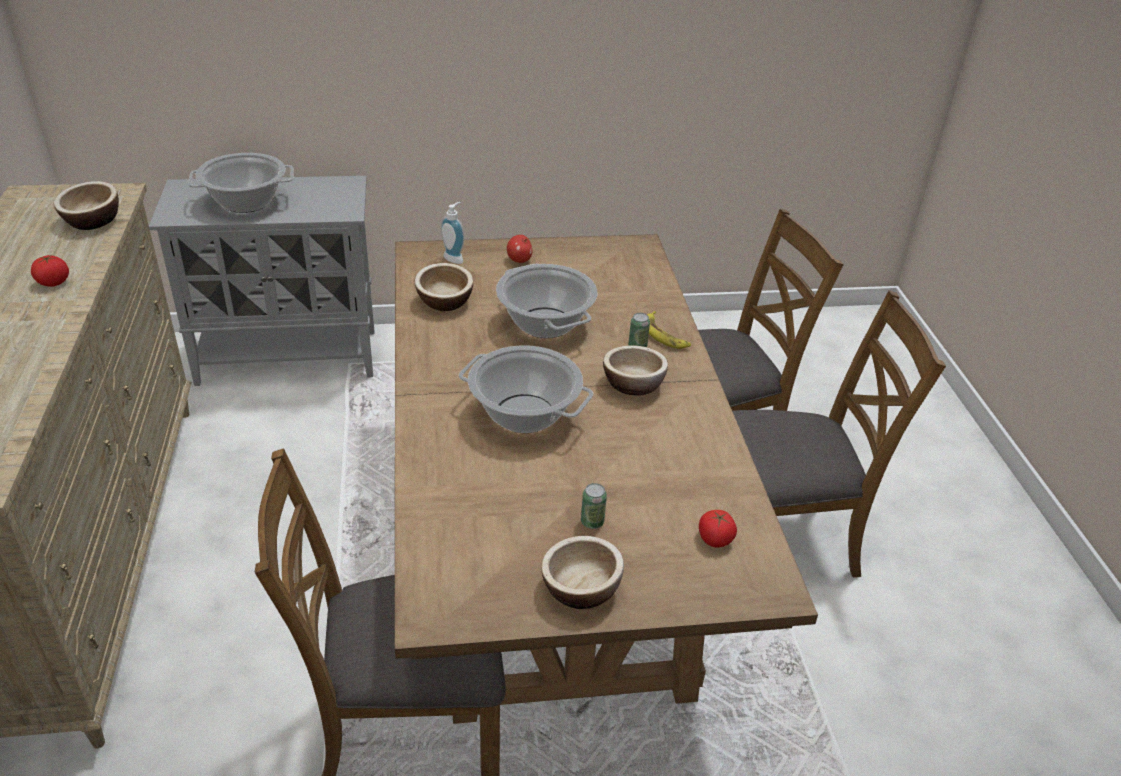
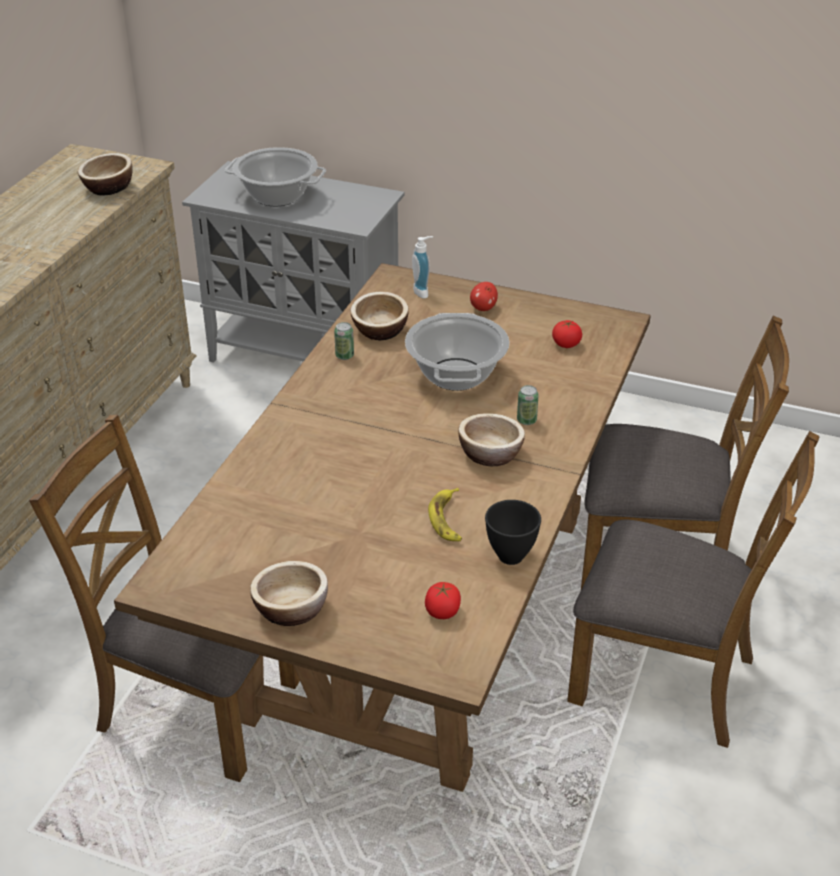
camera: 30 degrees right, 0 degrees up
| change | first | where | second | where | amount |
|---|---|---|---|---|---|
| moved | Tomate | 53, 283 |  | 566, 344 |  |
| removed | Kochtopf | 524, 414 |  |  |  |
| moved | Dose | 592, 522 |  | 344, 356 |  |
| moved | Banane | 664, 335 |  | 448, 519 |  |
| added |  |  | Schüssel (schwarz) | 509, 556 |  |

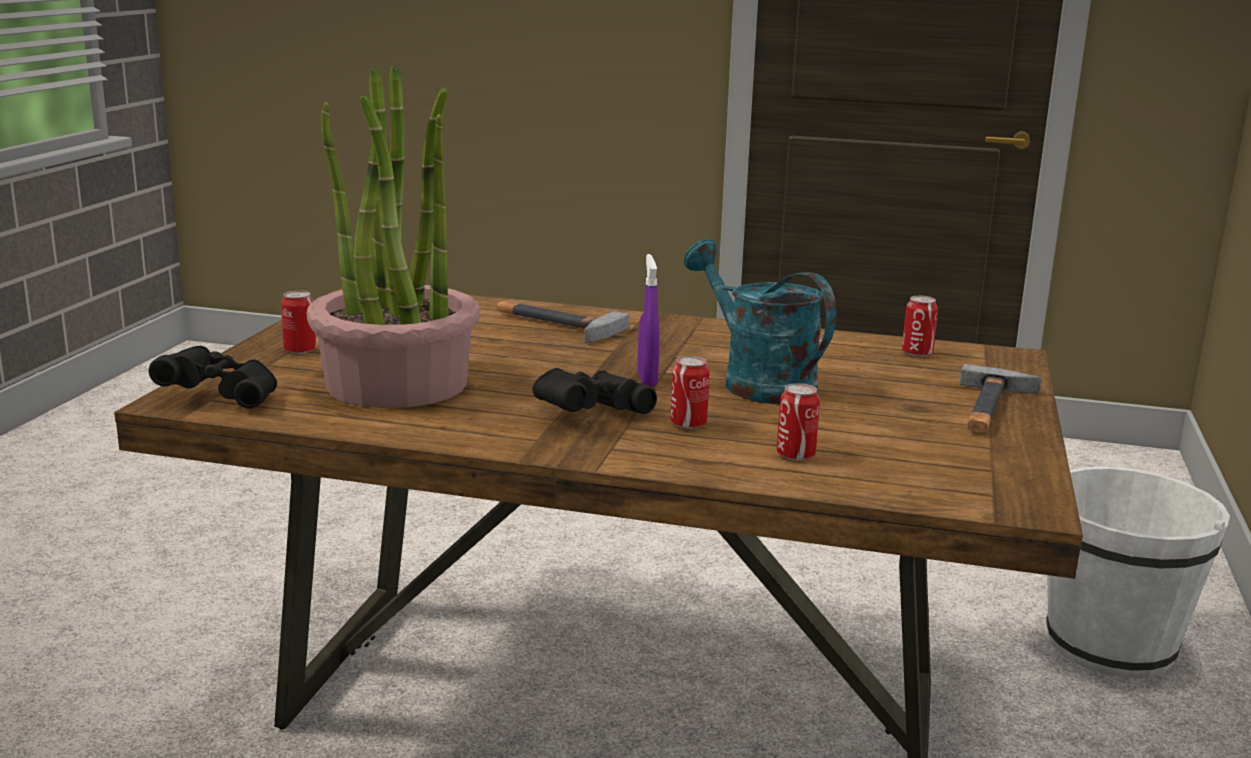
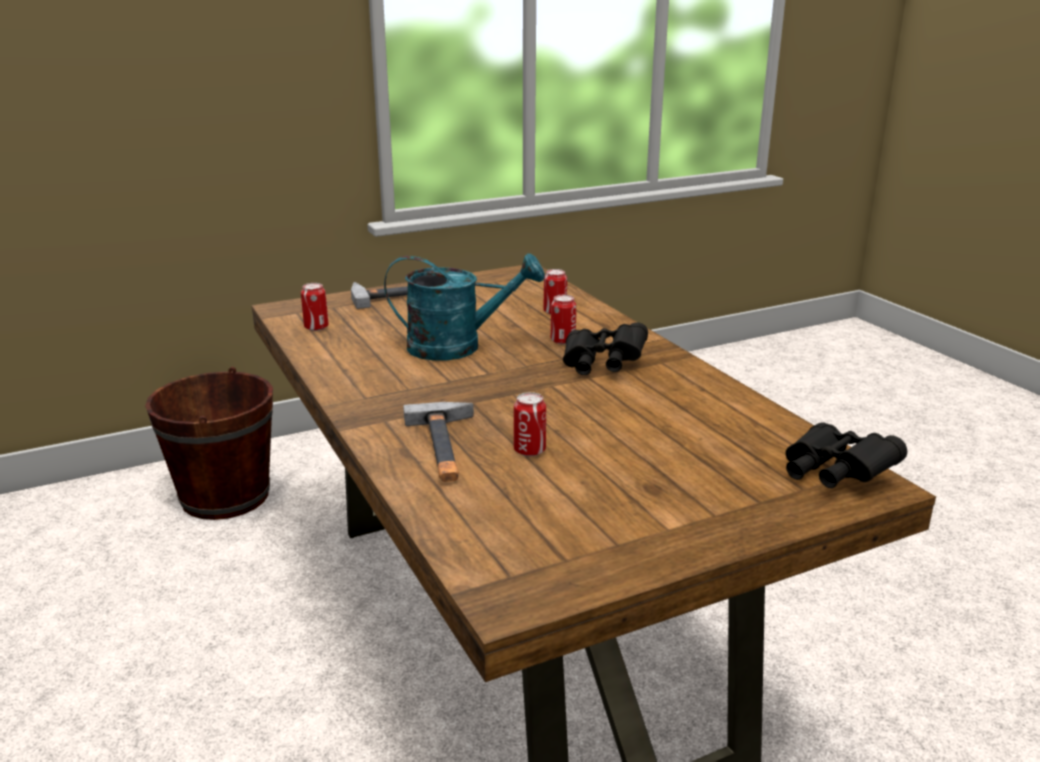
camera: 130 degrees left, 5 degrees up
| change | first | where | second | where | amount |
|---|---|---|---|---|---|
| moved | Dose | 300, 350 |  | 529, 450 |  |
| removed | Topfpflanze | 396, 384 |  |  |  |
| removed | Sprühflasche (lila) | 647, 380 |  |  |  |
| turned | Gießkanne (türkis) | 757, 382 |  | 458, 347 | 105 degrees counterclockwise |
| recoloured | Eimer (weiß) | 1110, 644 | Eimer (braun) | 225, 496 |  |

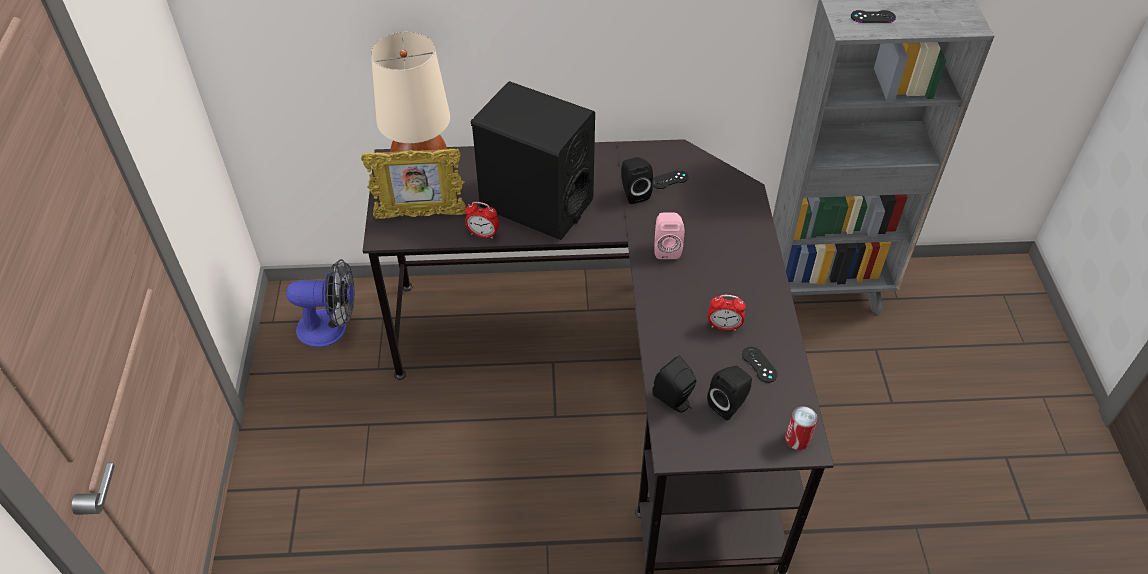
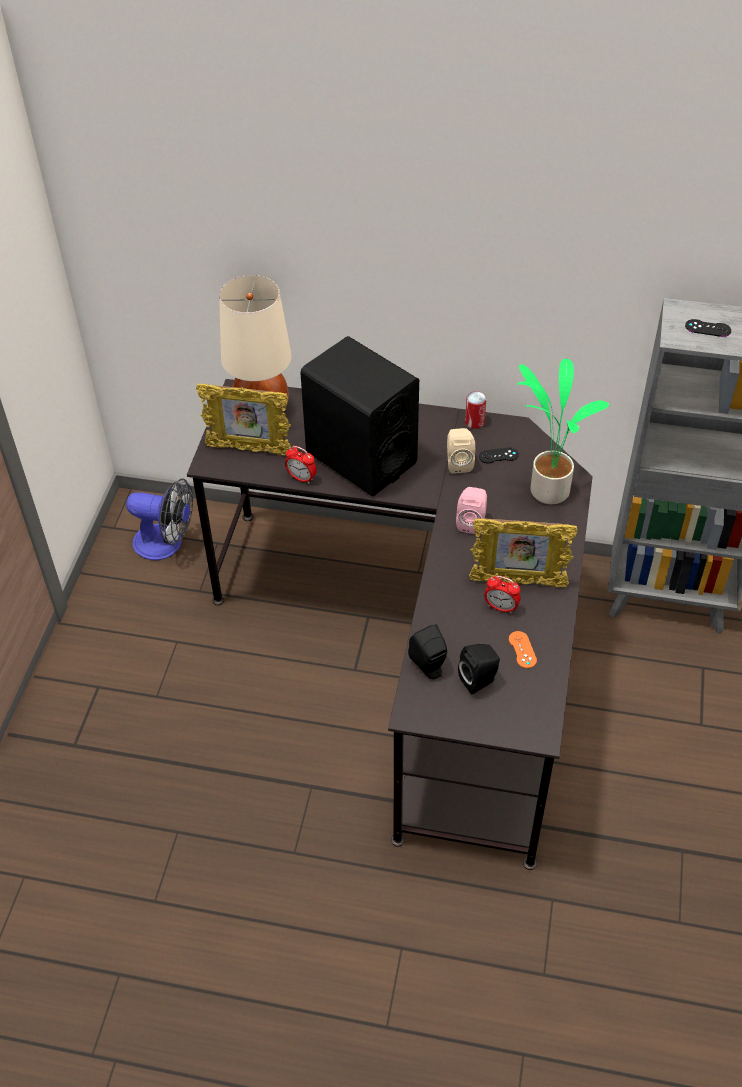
camera: 15 degrees right, 0 degrees up
| change | first | where | second | where | amount |
|---|---|---|---|---|---|
| recoloured | Lautsprecher (schwarz) | 633, 193 | Lautsprecher (beige) | 458, 463 |  |
| recoloured | Gamepad (schwarz) | 759, 364 | Gamepad (orange) | 522, 650 |  |
| moved | Dose | 797, 439 |  | 474, 422 |  |
| added |  |  | Bilderrahmen | 518, 582 |  |
| added |  |  | Topfpflanze | 547, 489 |  |

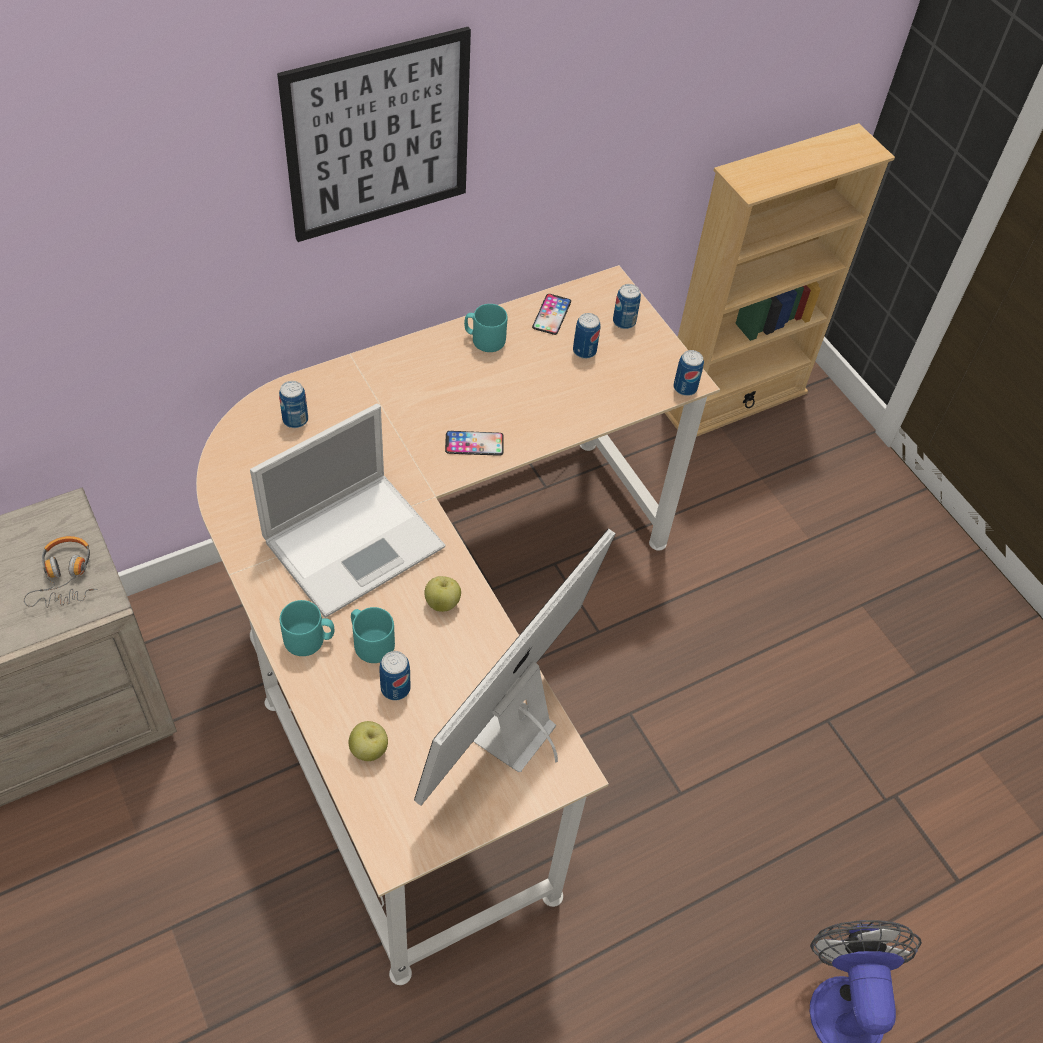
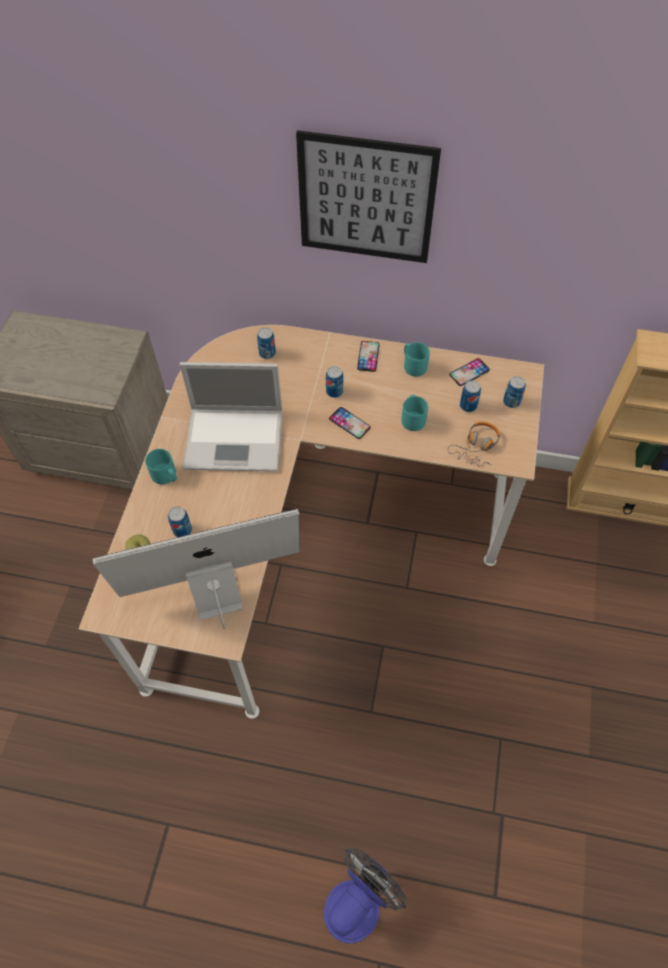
camera: 45 degrees right, 5 degrees up
| change | first | where | second | where | amount |
|---|---|---|---|---|---|
| moved | Kopfhörer | 65, 577 |  | 476, 447 |  |
| moved | Henkelbecher (türkis) | 371, 643 |  | 413, 419 |  |
| removed | Apfel | 442, 603 |  |  |  |
| moved | Dose | 685, 388 |  | 334, 391 |  |
| added |  |  | Handy | 368, 356 |  |

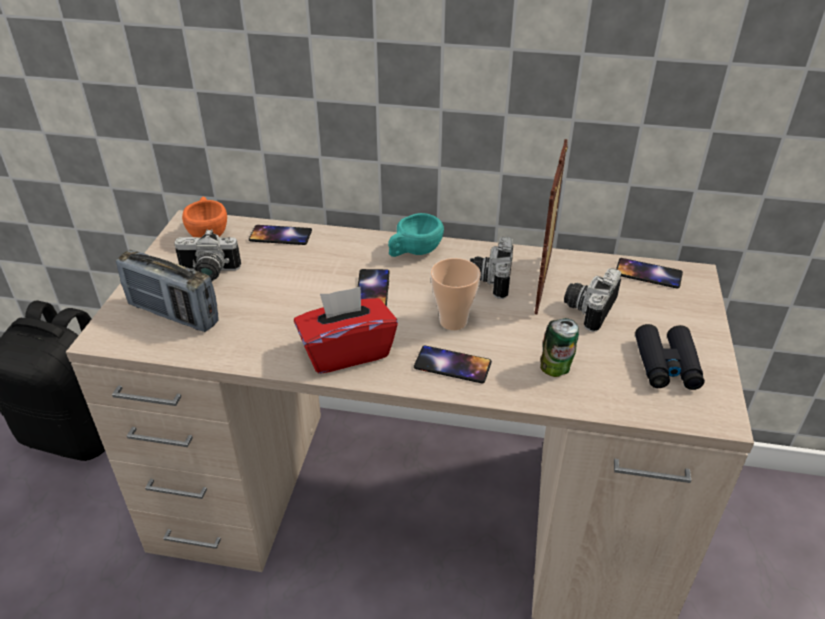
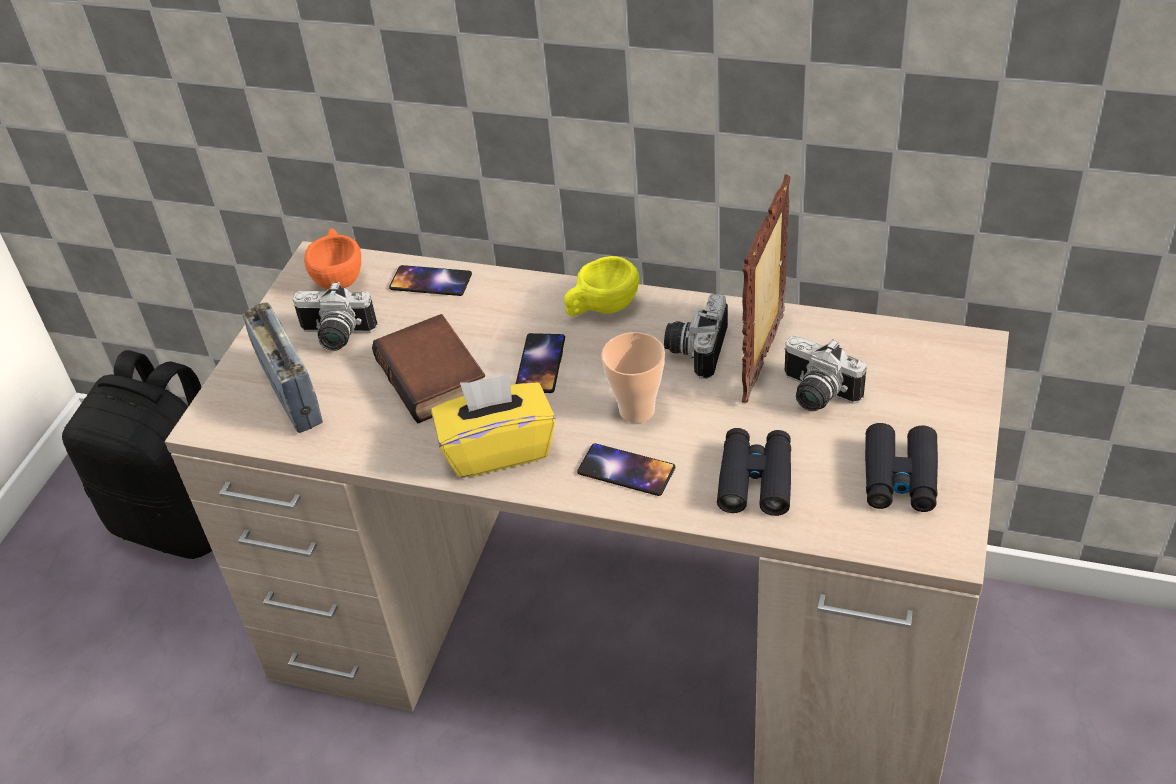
camera: 10 degrees right, 5 degrees up
| change | first | where | second | where | amount |
|---|---|---|---|---|---|
| turned | Radio | 173, 314 |  | 291, 393 | 150 degrees counterclockwise |
| recoloured | Taschentuchbox (rot) | 346, 351 | Taschentuchbox (gelb) | 497, 449 |  |
| recoloured | Tasse (türkis) | 414, 252 | Tasse (gelb) | 601, 308 |  |
| replaced | Dose | 556, 369 | Fernglas (schwarz) | 755, 479 |  |
| turned | Kamera | 587, 308 |  | 815, 395 | 90 degrees counterclockwise |
| removed | Handy | 648, 274 |  |  |  |
| added |  |  | Buch | 435, 377 |  |

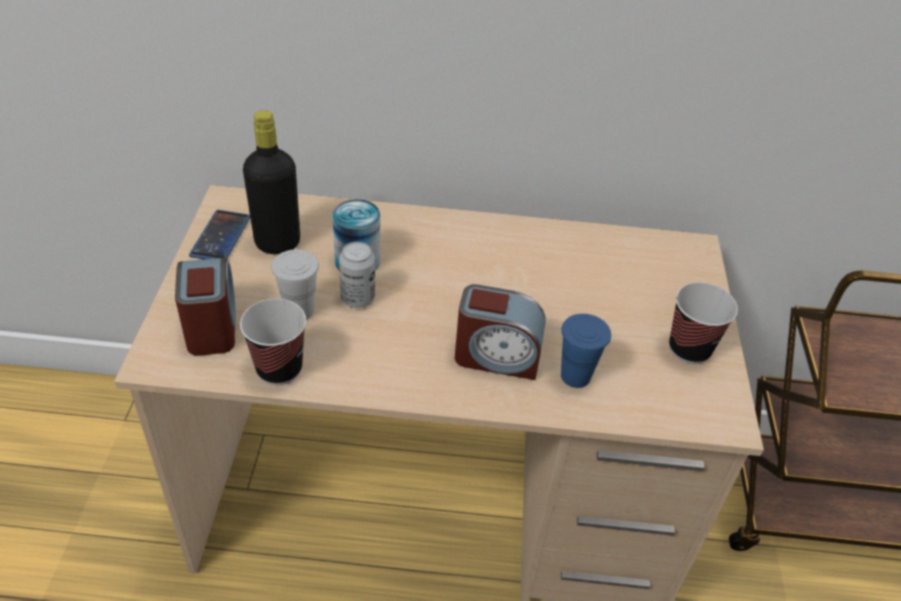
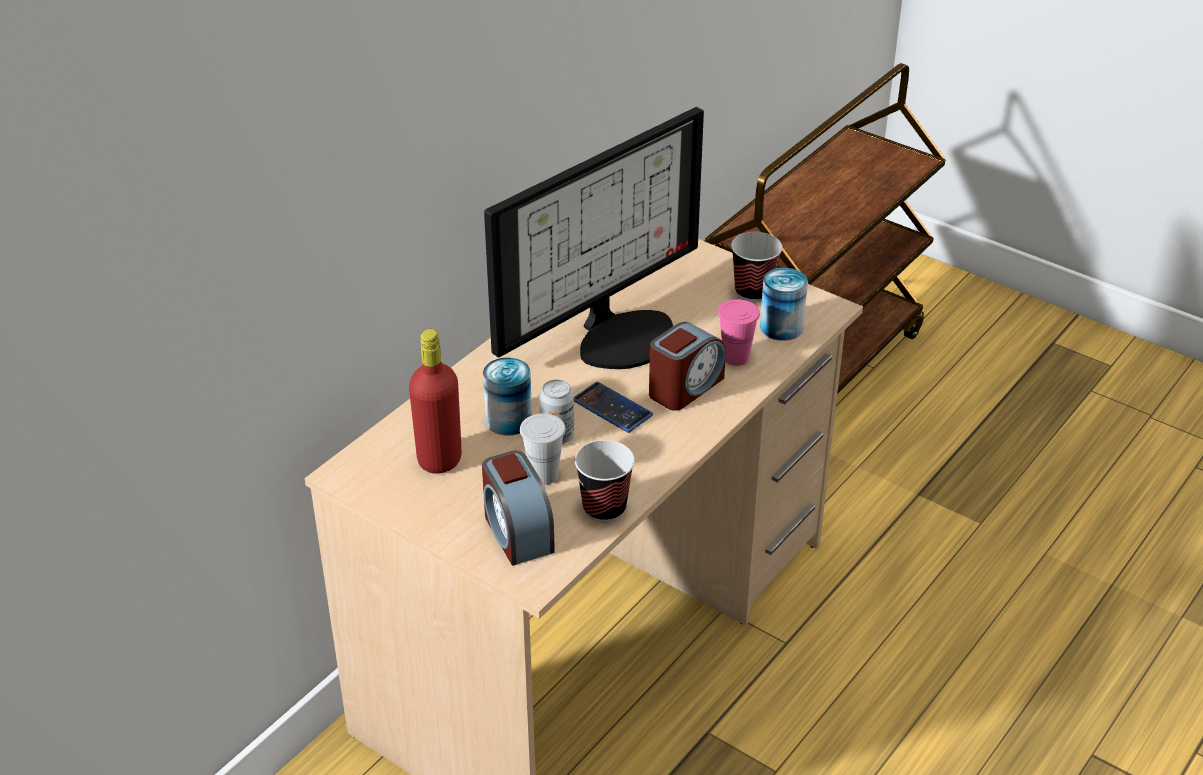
camera: 55 degrees left, 5 degrees down
| change | first | where | second | where | amount |
|---|---|---|---|---|---|
| turned | Wecker | 212, 324 |  | 517, 532 | 135 degrees counterclockwise |
| moved | Handy | 220, 236 |  | 612, 408 |  |
| recoloured | Flasche (schwarz) | 277, 243 | Flasche (rot) | 439, 460 |  |
| recoloured | Tasse (blau) | 575, 376 | Tasse (rosa) | 735, 357 |  |
| added |  |  | Monitor | 620, 334 |  |
| added |  |  | Dose | 781, 327 |  |

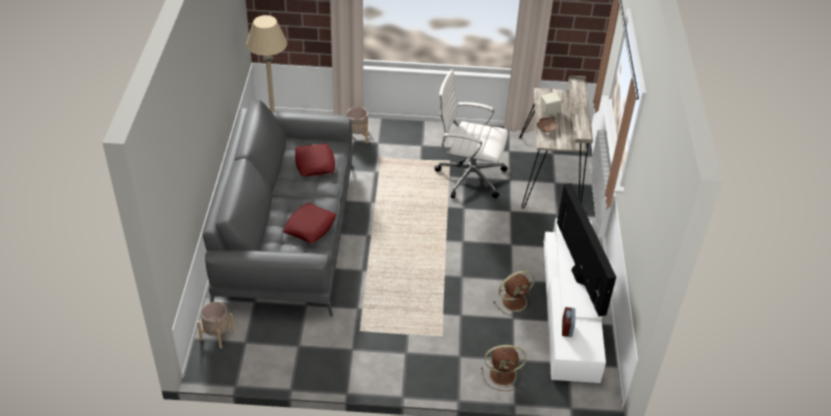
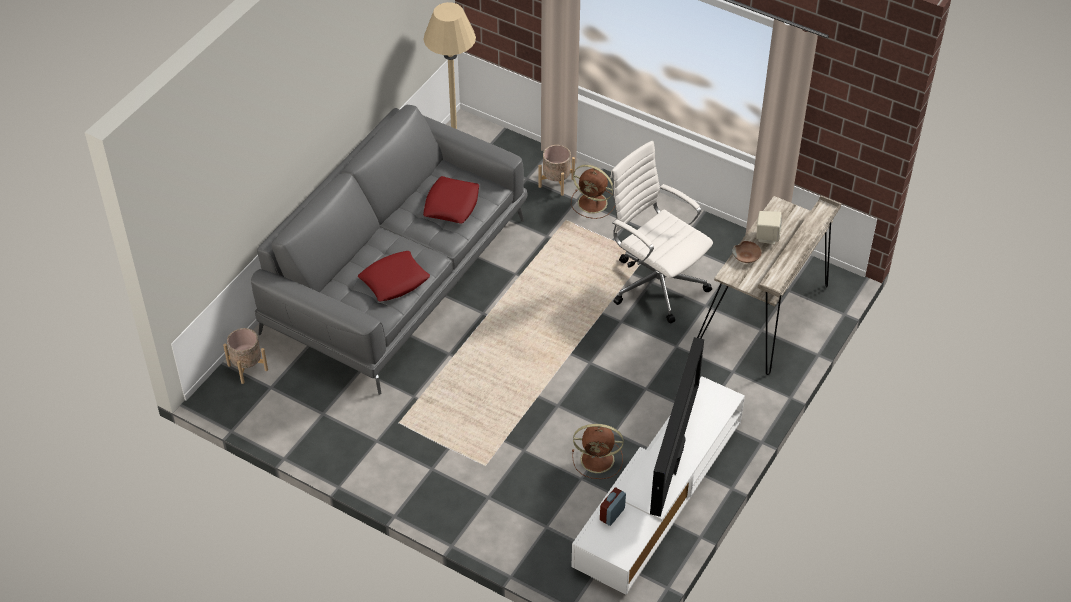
camera: 30 degrees right, 5 degrees up
| change | first | where | second | where | amount |
|---|---|---|---|---|---|
| moved | Ventilator (braun) | 504, 375 |  | 593, 203 |  |

